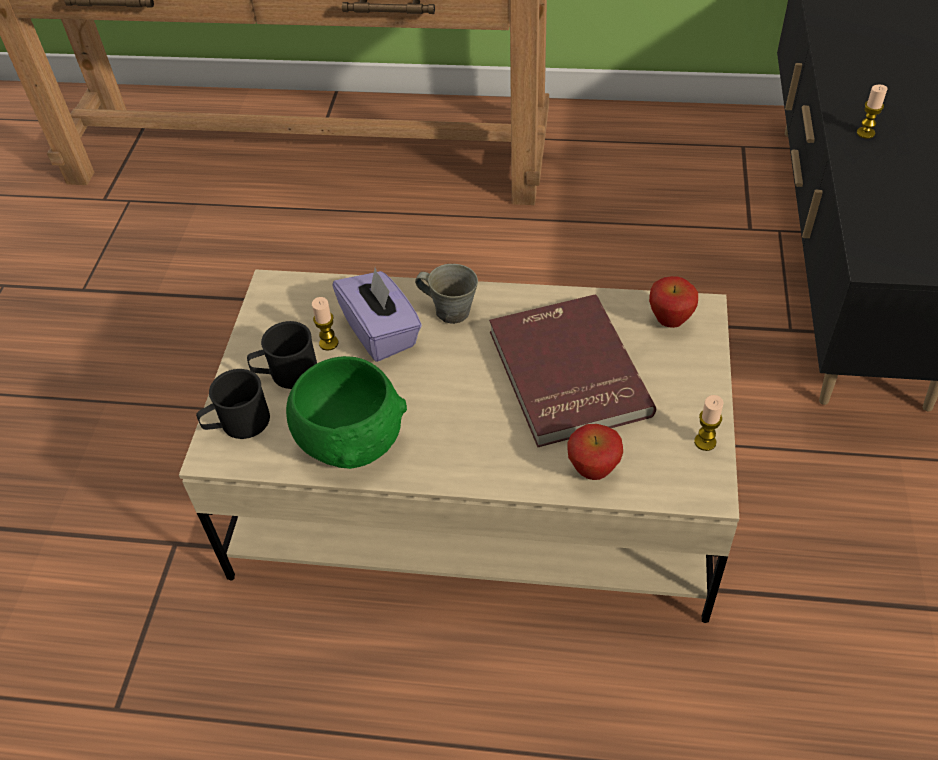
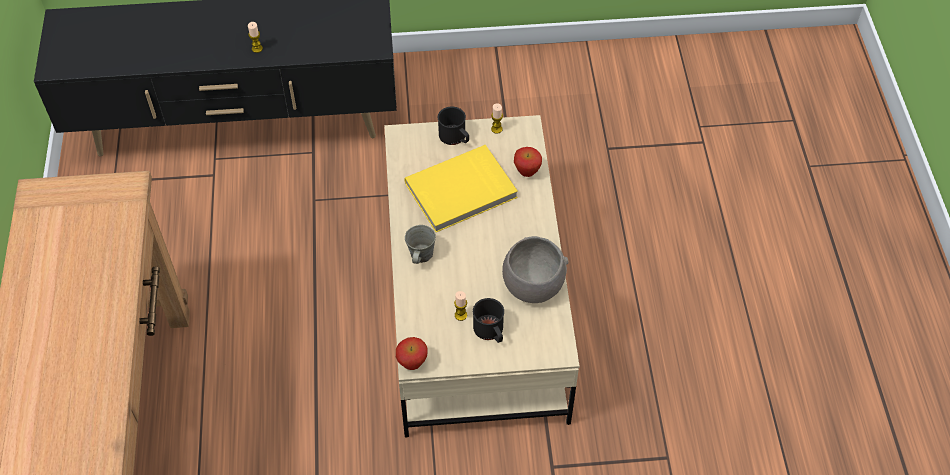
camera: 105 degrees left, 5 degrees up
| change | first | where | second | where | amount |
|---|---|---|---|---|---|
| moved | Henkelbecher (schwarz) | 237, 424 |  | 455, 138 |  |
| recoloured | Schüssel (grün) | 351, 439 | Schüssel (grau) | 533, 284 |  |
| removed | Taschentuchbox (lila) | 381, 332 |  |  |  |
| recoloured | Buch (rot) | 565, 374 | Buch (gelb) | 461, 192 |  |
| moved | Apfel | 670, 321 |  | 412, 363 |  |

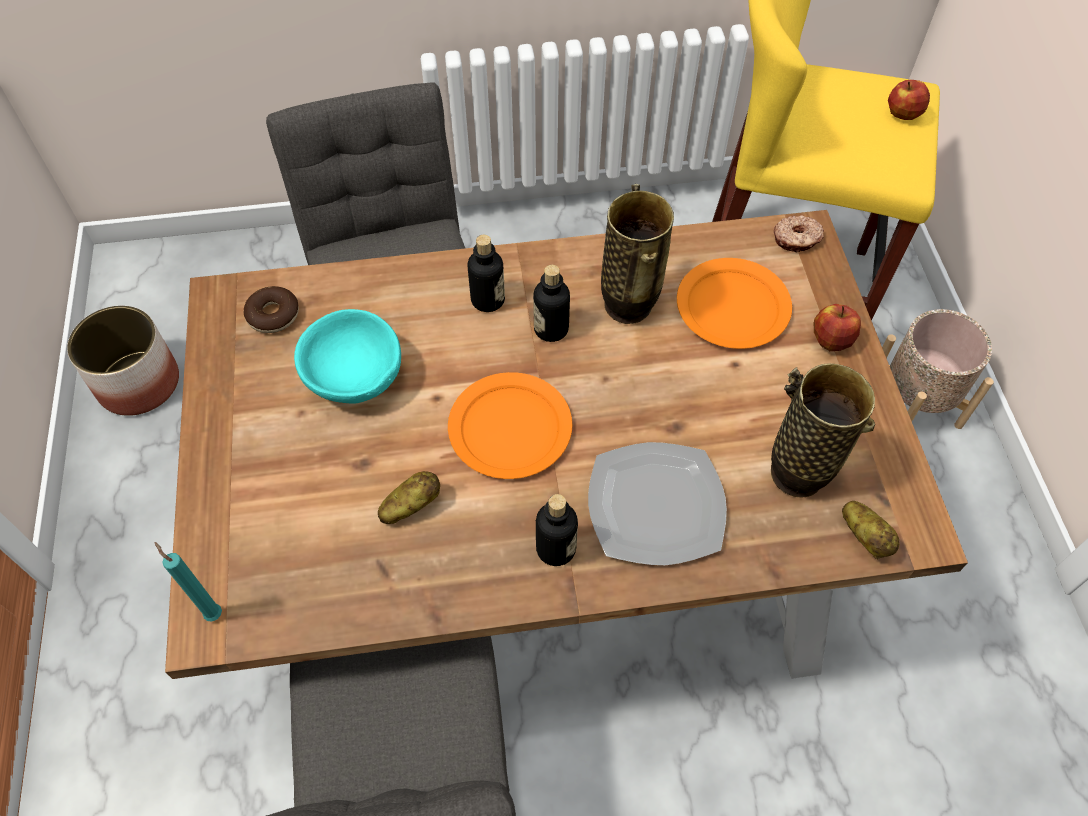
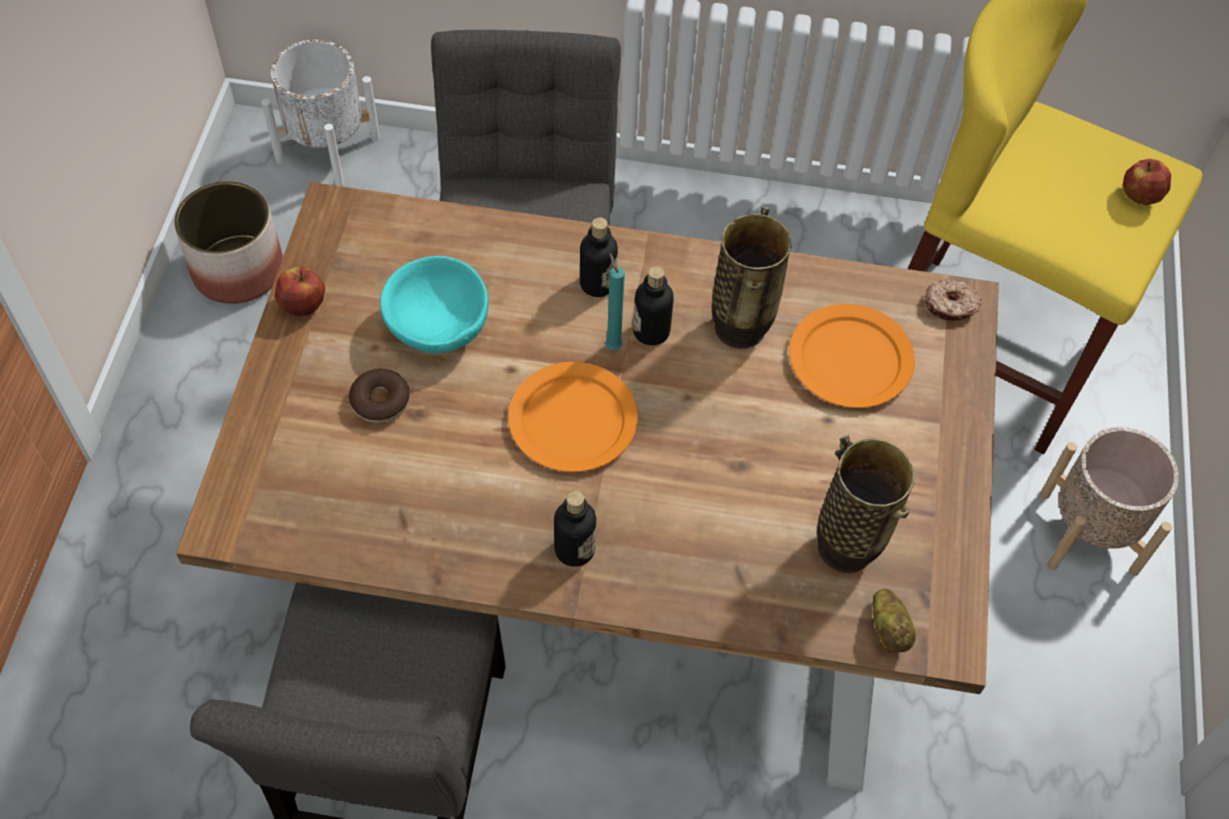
camera: 15 degrees right, 0 degrees up
| change | first | where | second | where | amount |
|---|---|---|---|---|---|
| moved | Kerze (türkis) | 212, 613 |  | 612, 345 |  |
| moved | Donut | 273, 315 |  | 380, 401 |  |
| removed | Kartoffel | 410, 506 |  |  |  |
| removed | Teller | 657, 506 |  |  |  |
| moved | Apfel | 830, 340 |  | 302, 305 |  |
| added |  |  | Pflanzkübel (weiß) | 328, 149 |  |

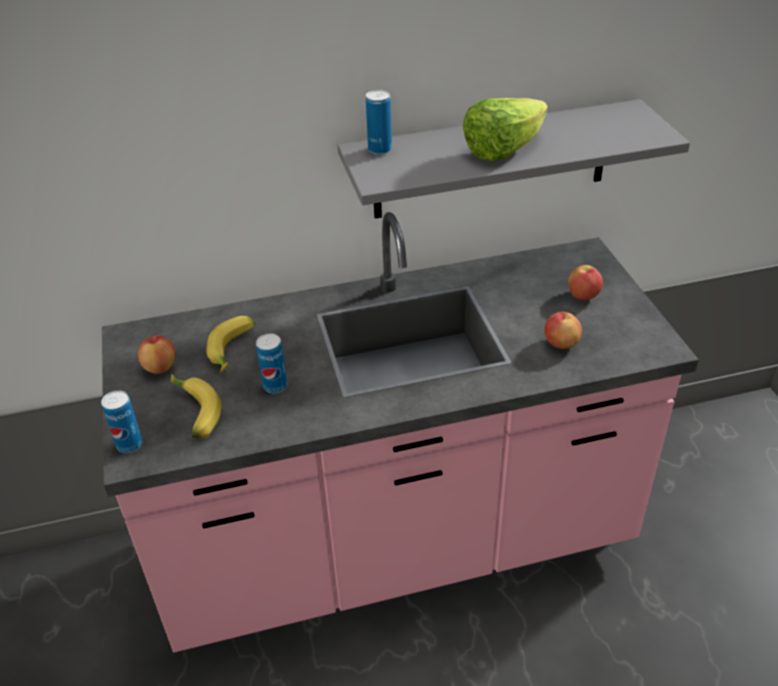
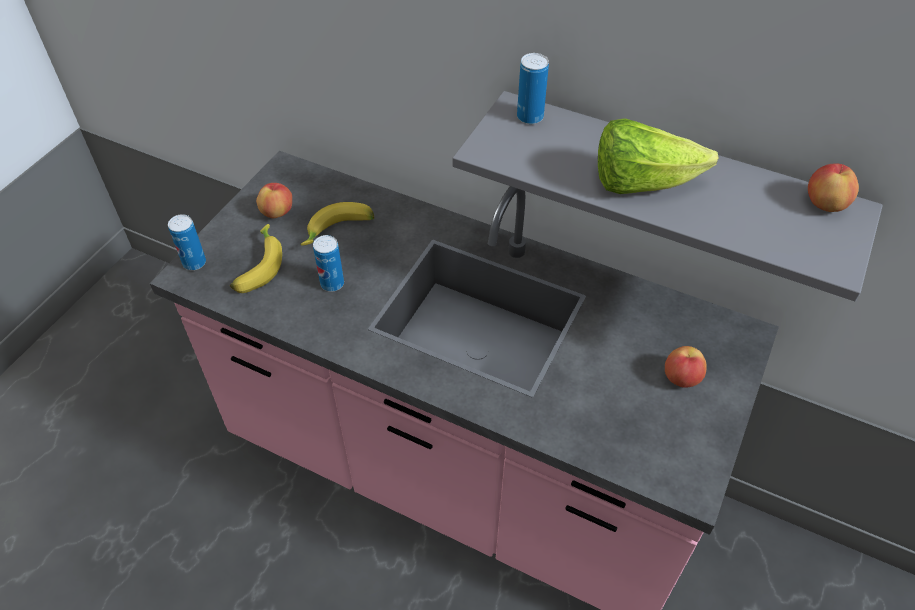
camera: 40 degrees right, 10 degrees up
| change | first | where | second | where | amount |
|---|---|---|---|---|---|
| moved | Apfel | 560, 343 |  | 825, 204 |  |

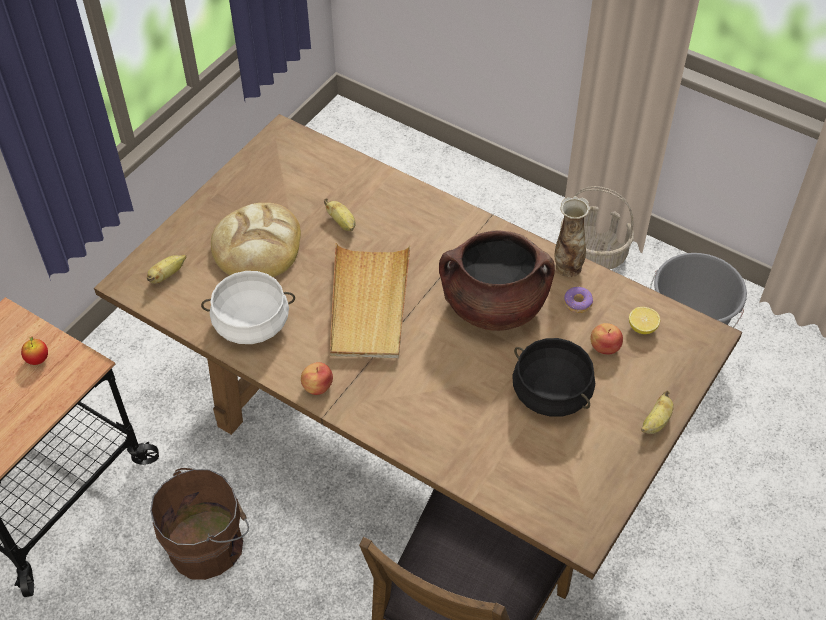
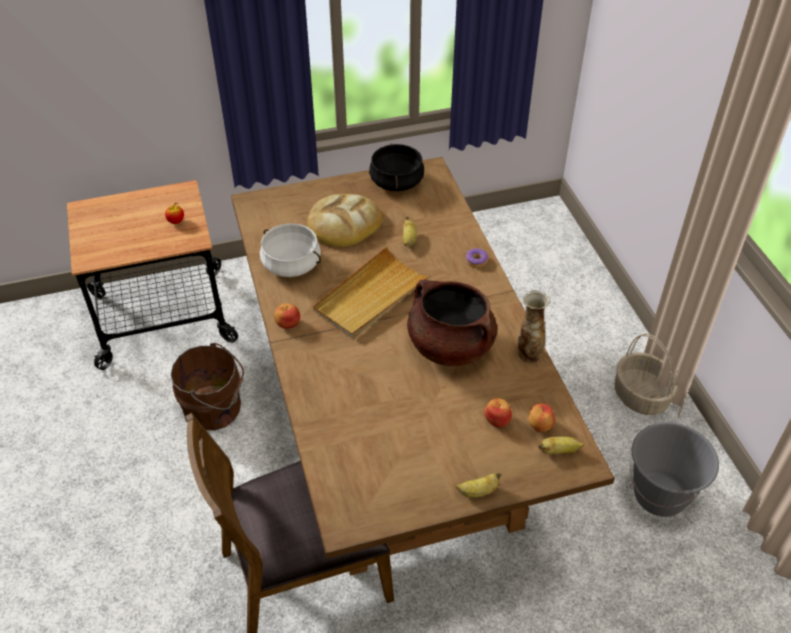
camera: 40 degrees right, 5 degrees down
| change | first | where | second | where | amount |
|---|---|---|---|---|---|
| moved | Banane | 167, 275 |  | 559, 451 |  |
| moved | Kochtopf (schwarz) | 551, 392 |  | 396, 182 |  |
| moved | Donut | 578, 303 |  | 476, 261 |  |
| replaced | Zitrone | 642, 327 | Apfel | 539, 425 |  |

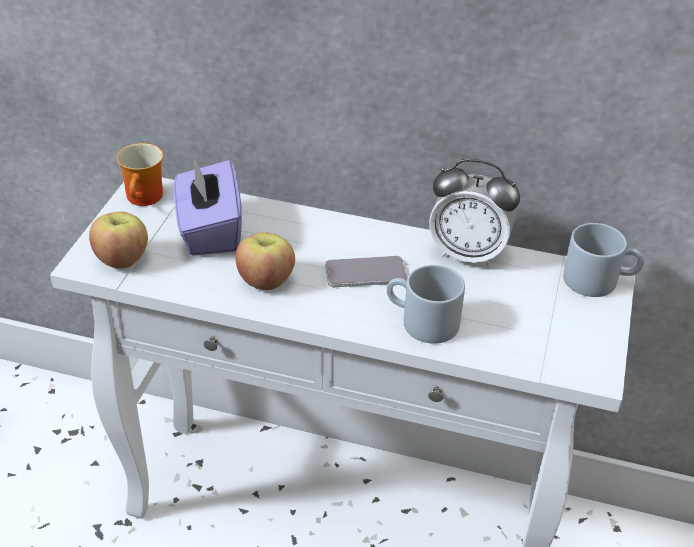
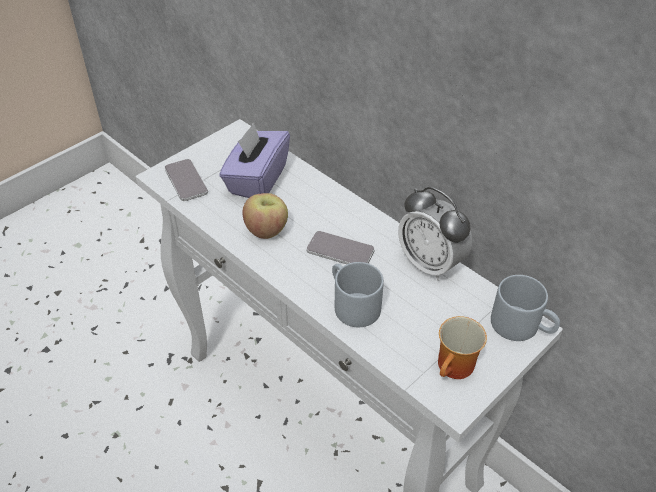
camera: 30 degrees right, 5 degrees up
| change | first | where | second | where | amount |
|---|---|---|---|---|---|
| replaced | Apfel | 122, 259 | Handy | 186, 181 |  |
| moved | Henkelbecher | 146, 198 |  | 456, 369 |  |

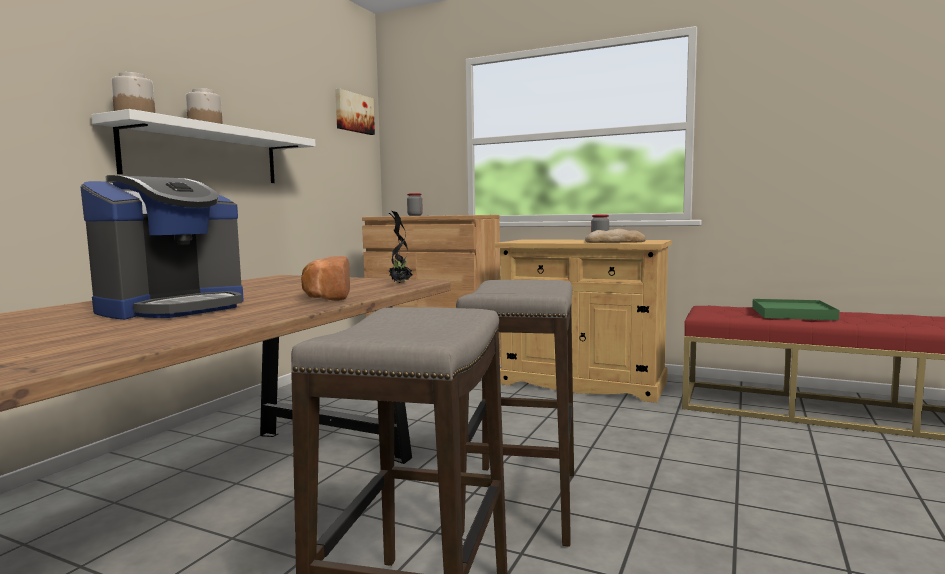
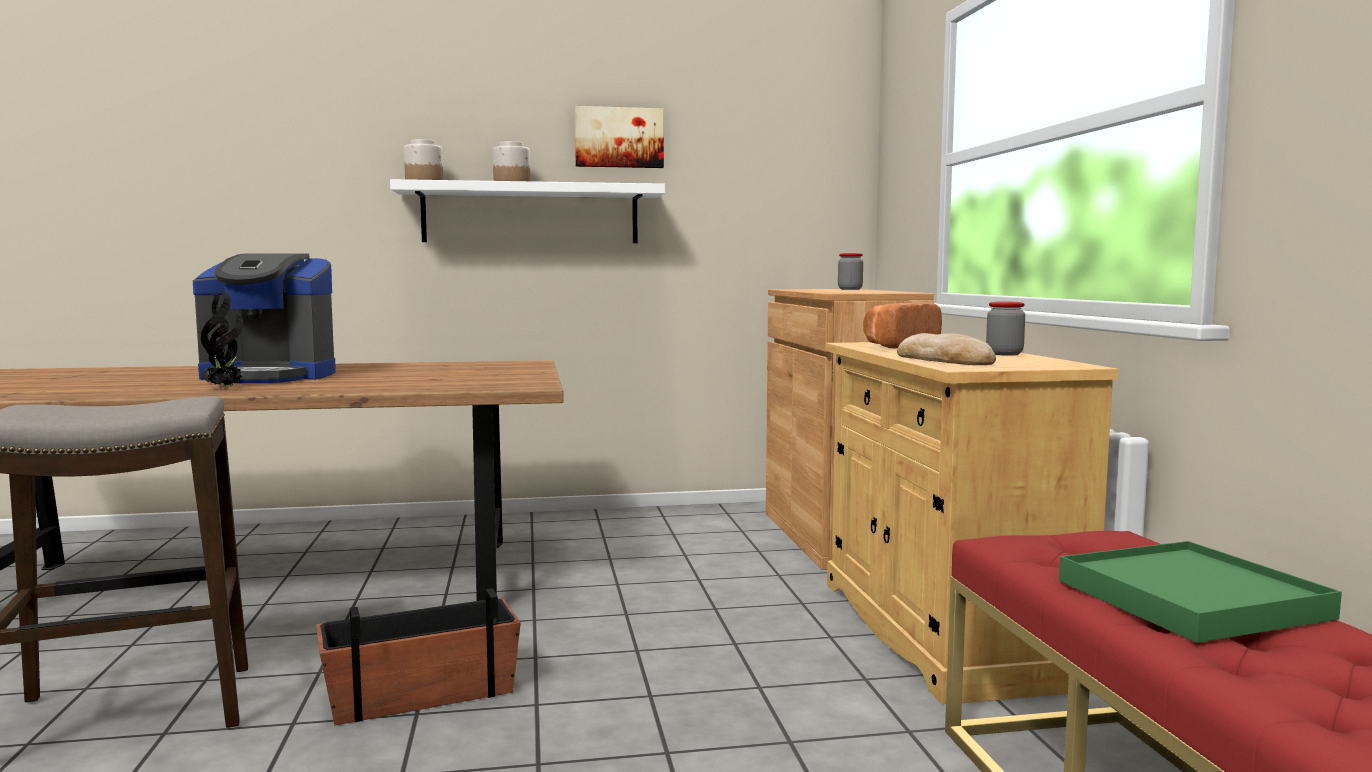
camera: 55 degrees right, 0 degrees up
| change | first | where | second | where | amount |
|---|---|---|---|---|---|
| moved | Brot | 326, 297 |  | 898, 346 |  |
| moved | Bild | 353, 113 |  | 619, 138 |  |
| moved | Topfpflanze | 399, 283 |  | 225, 388 |  |
| replaced | Hocker | 521, 502 | Pflanzkübel | 421, 694 |  |

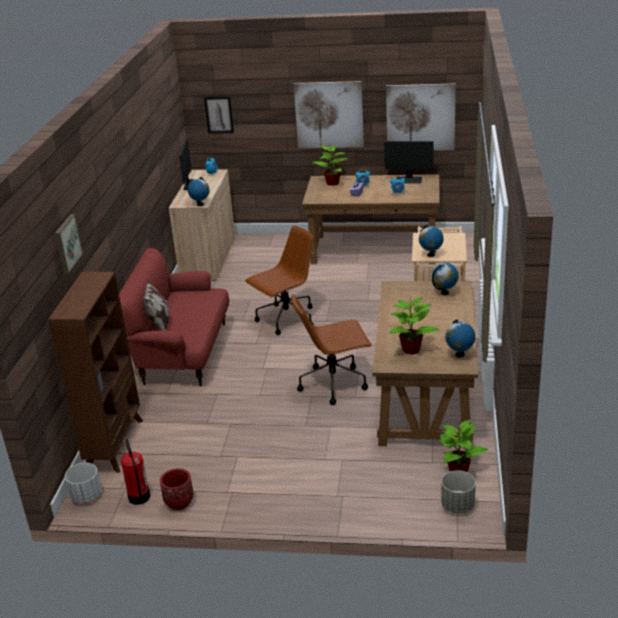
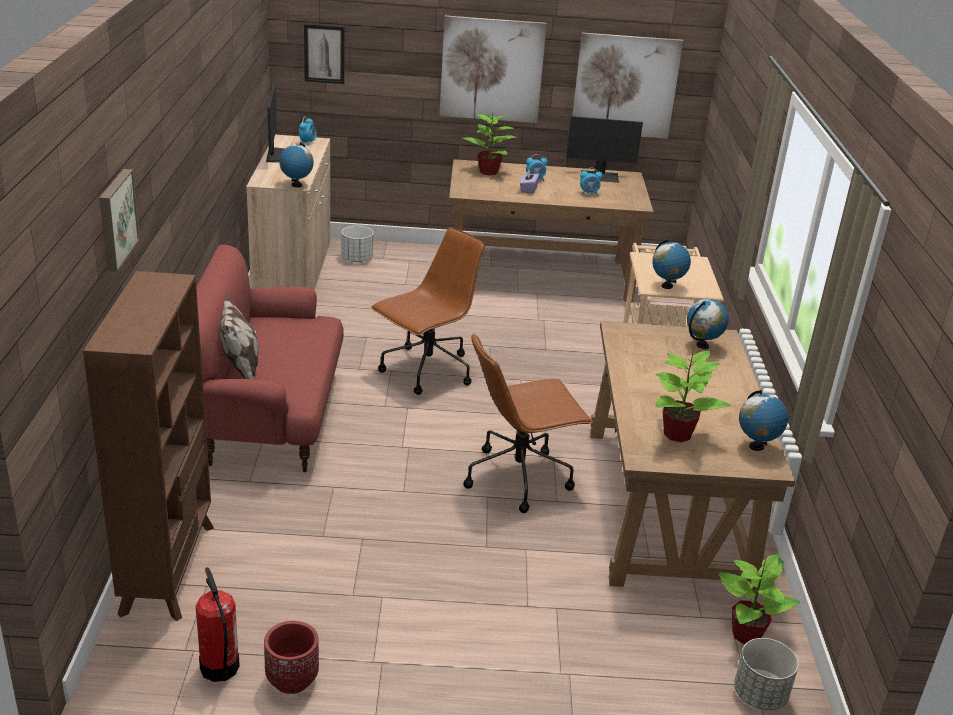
camera: 10 degrees left, 0 degrees up
| change | first | where | second | where | amount |
|---|---|---|---|---|---|
| moved | Pflanzkübel (weiß) | 86, 496 |  | 356, 259 |  |

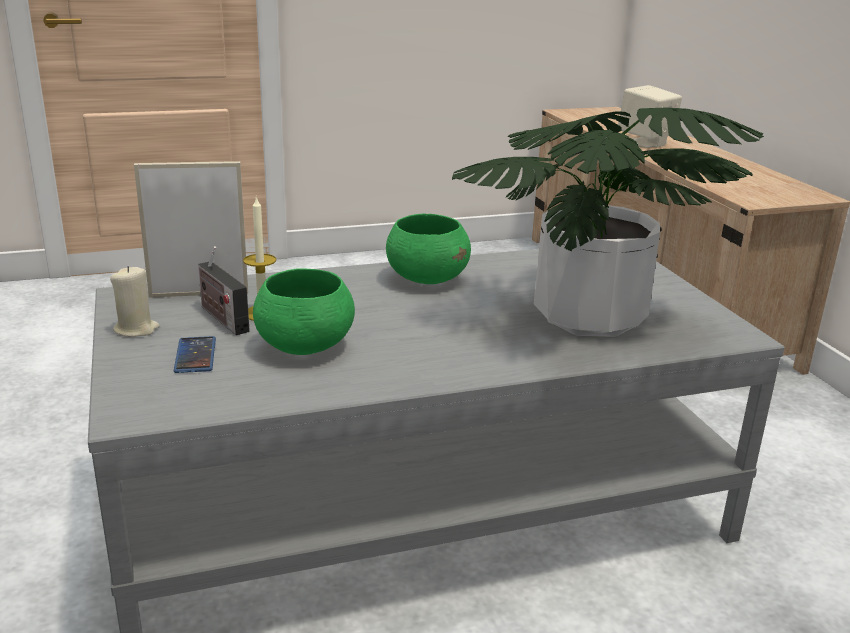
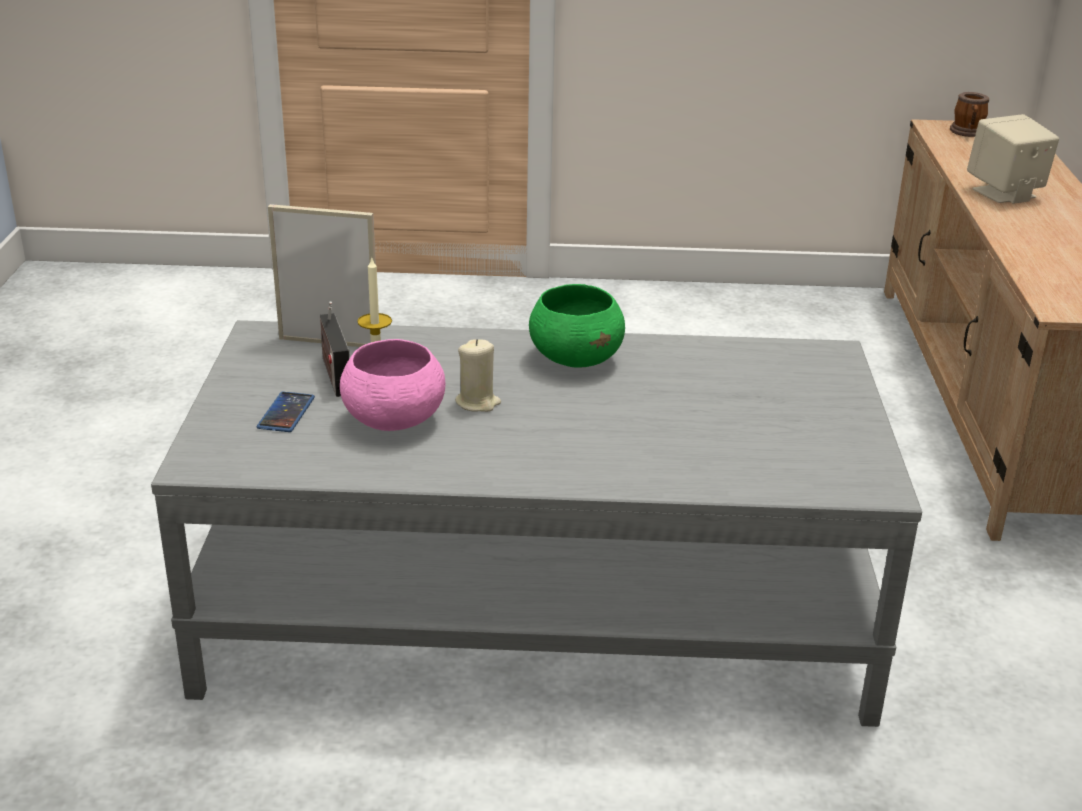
camera: 20 degrees right, 5 degrees up
| change | first | where | second | where | amount |
|---|---|---|---|---|---|
| moved | Kerze (beige) | 136, 329 |  | 478, 403 |  |
| recoloured | Schüssel (grün) | 304, 346 | Schüssel (rosa) | 393, 420 |  |
| removed | Topfpflanze | 588, 318 |  |  |  |
| added |  |  | Henkelbecher | 968, 132 |  |

